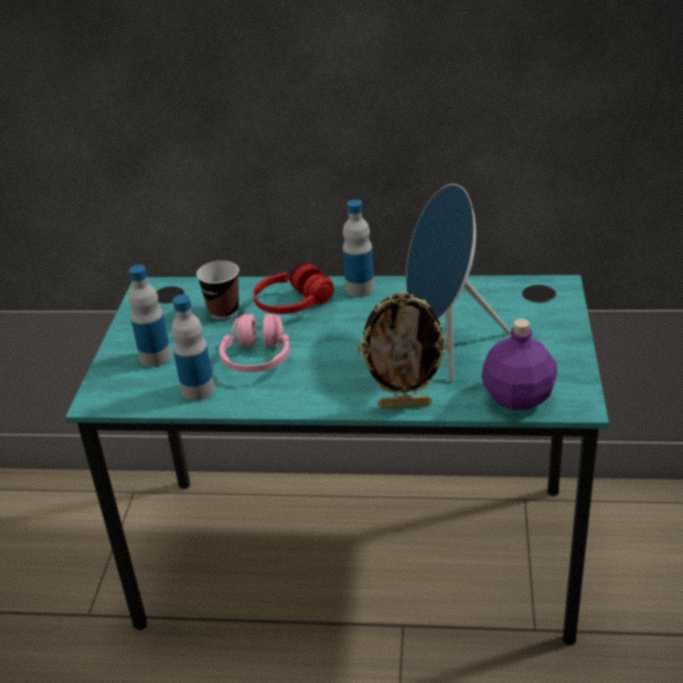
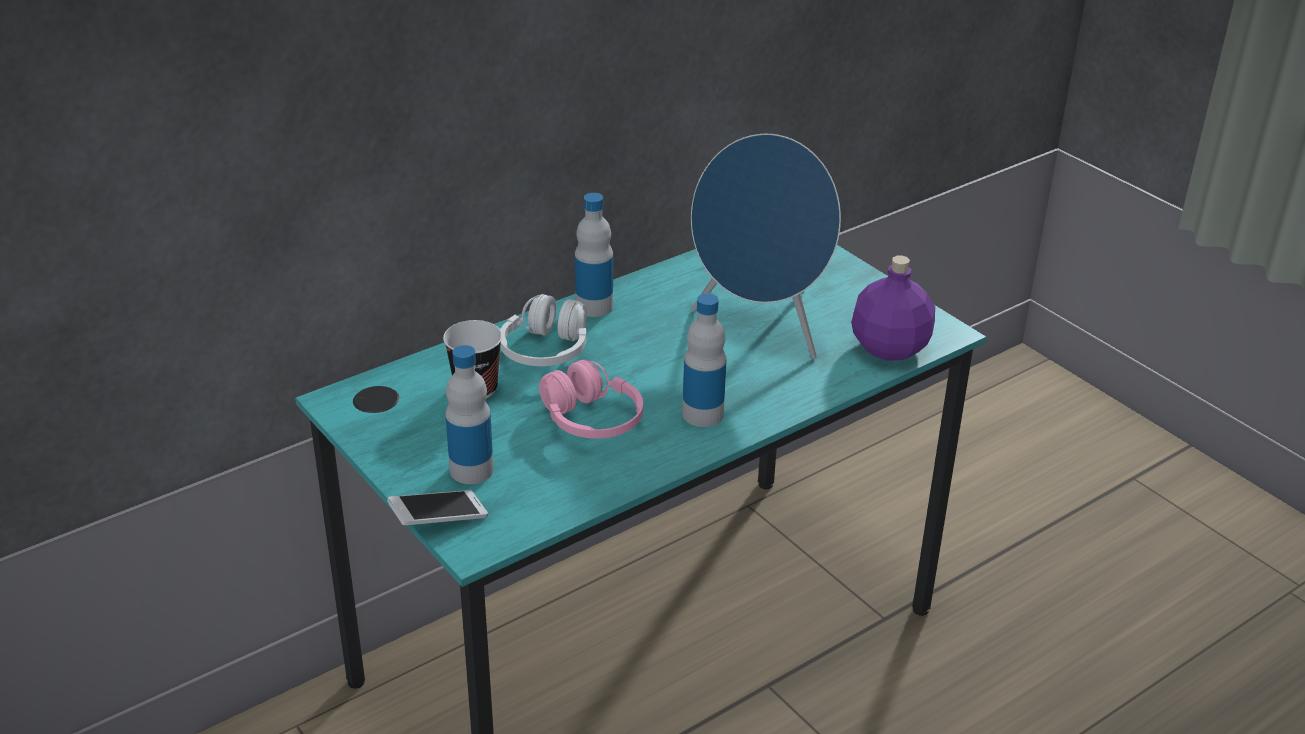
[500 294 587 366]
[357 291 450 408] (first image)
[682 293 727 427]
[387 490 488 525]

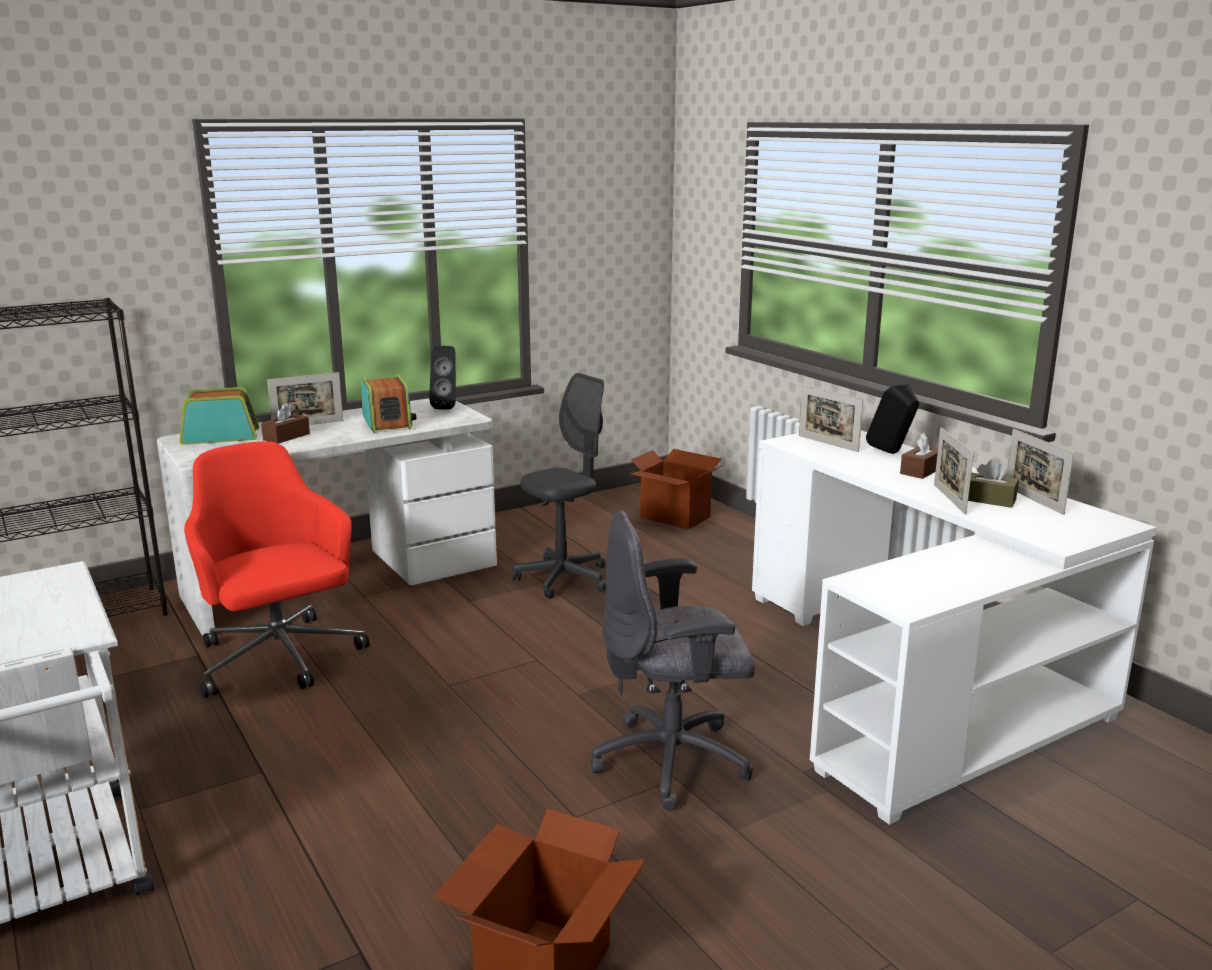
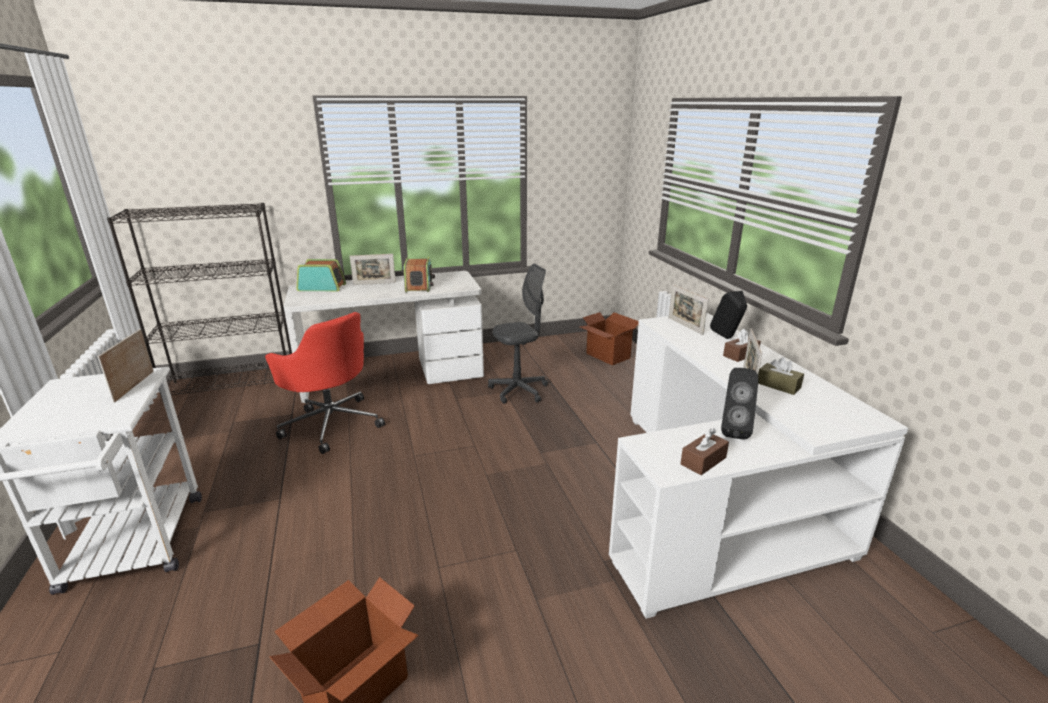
[721 368 759 440]
[681 428 729 475]
[97 329 154 403]
[265 312 385 454]
[591 511 755 811] (first image)

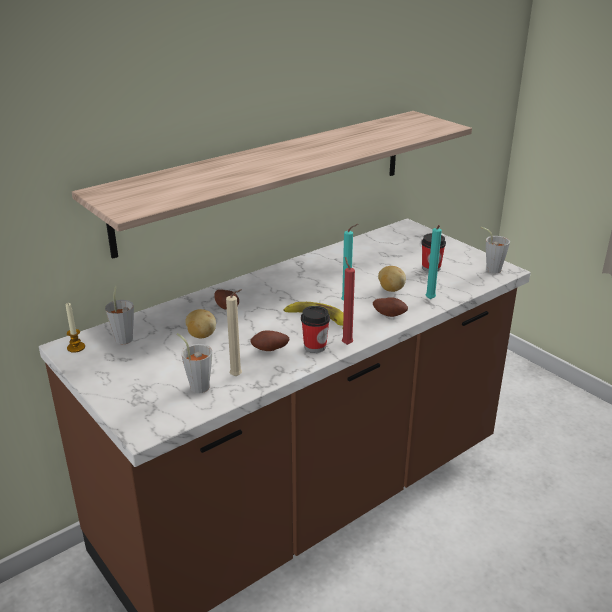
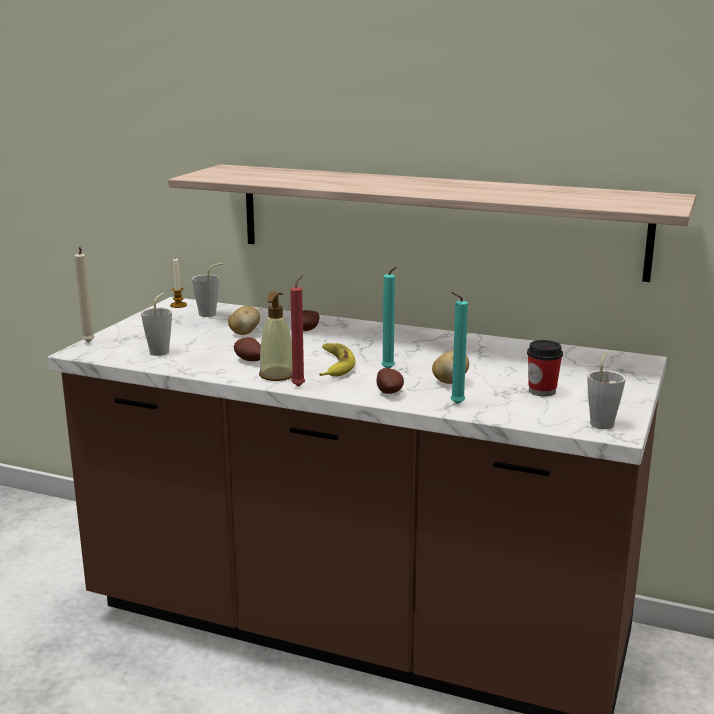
[75 247 94 343]
[259 292 293 381]

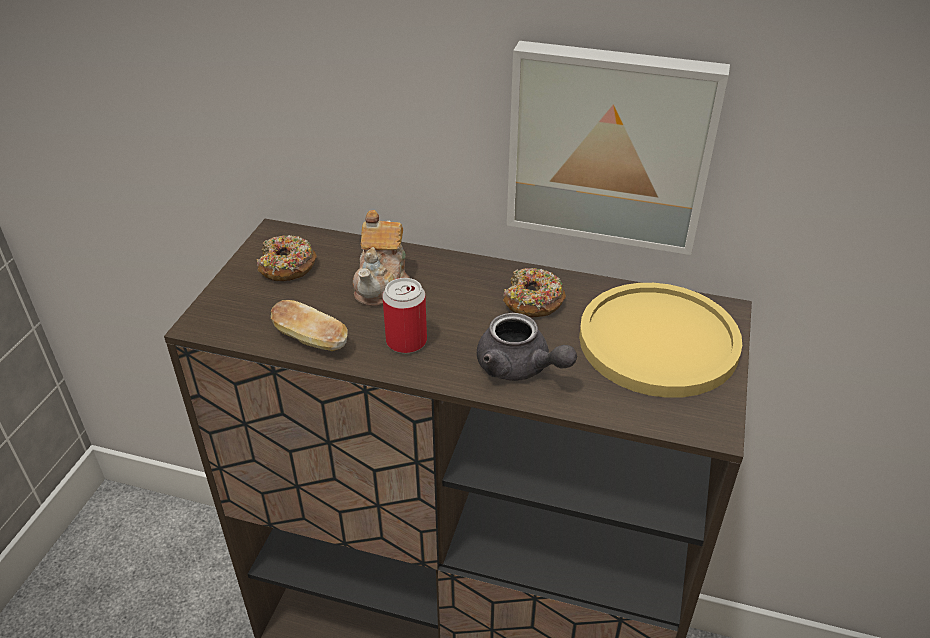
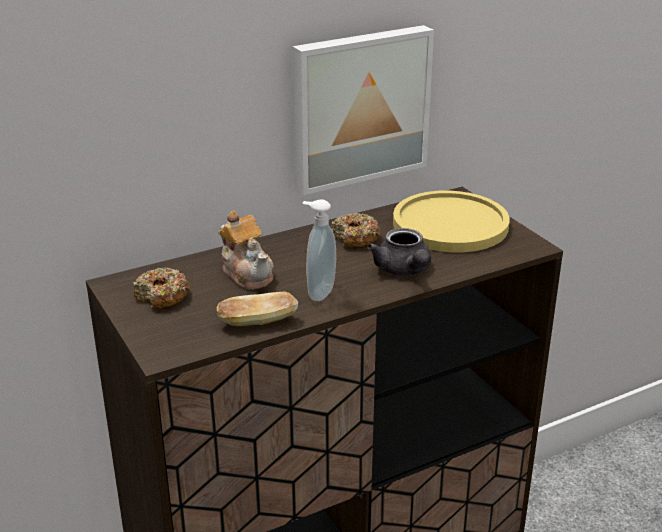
[303 199 336 301]
[368 228 431 276]

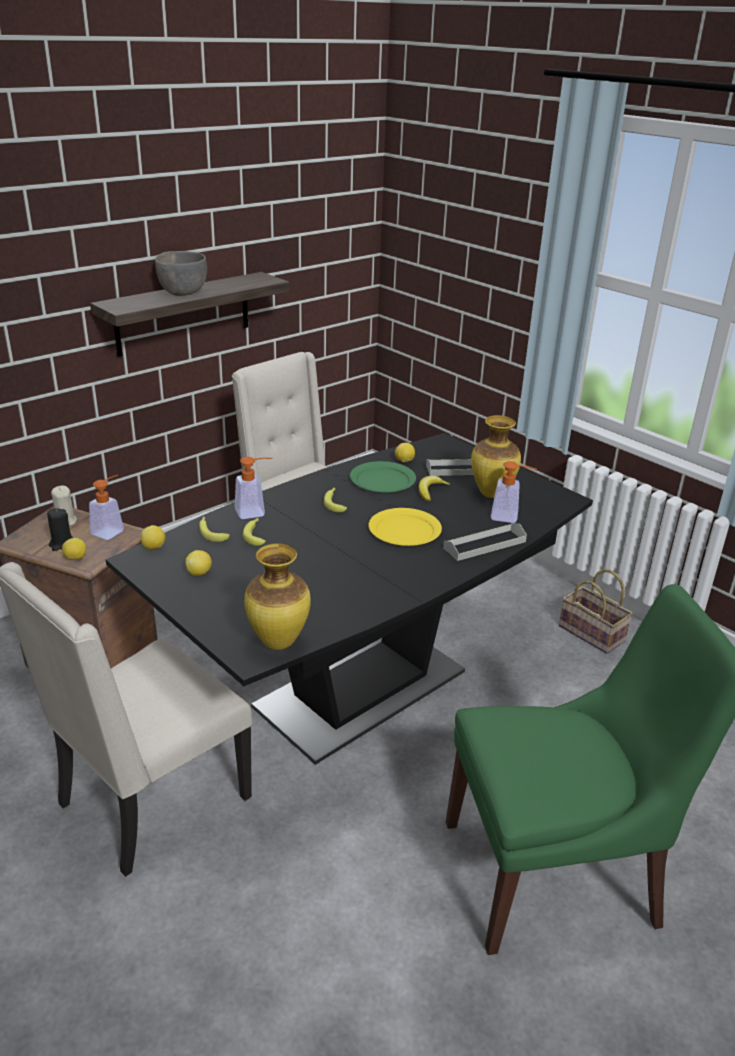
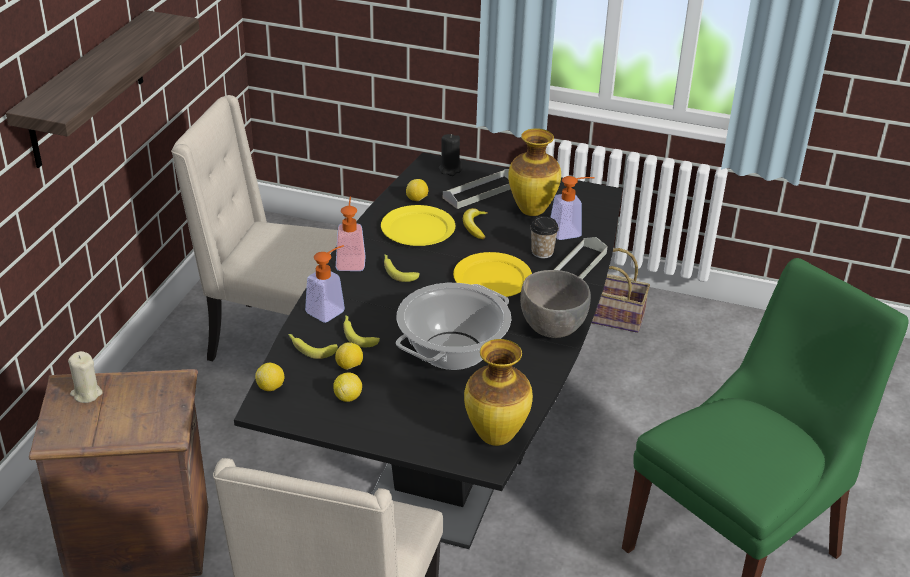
[520 270 591 338]
[381 205 455 246]
[336 196 366 271]
[439 134 462 176]
[335 342 363 370]
[530 216 559 258]
[396 283 511 370]

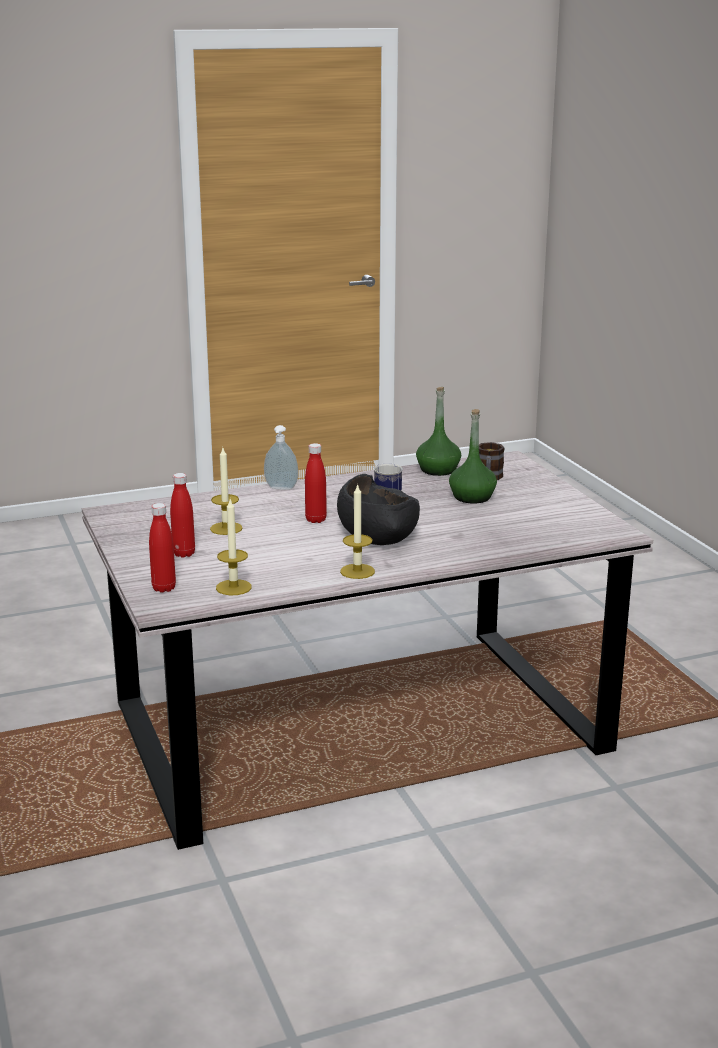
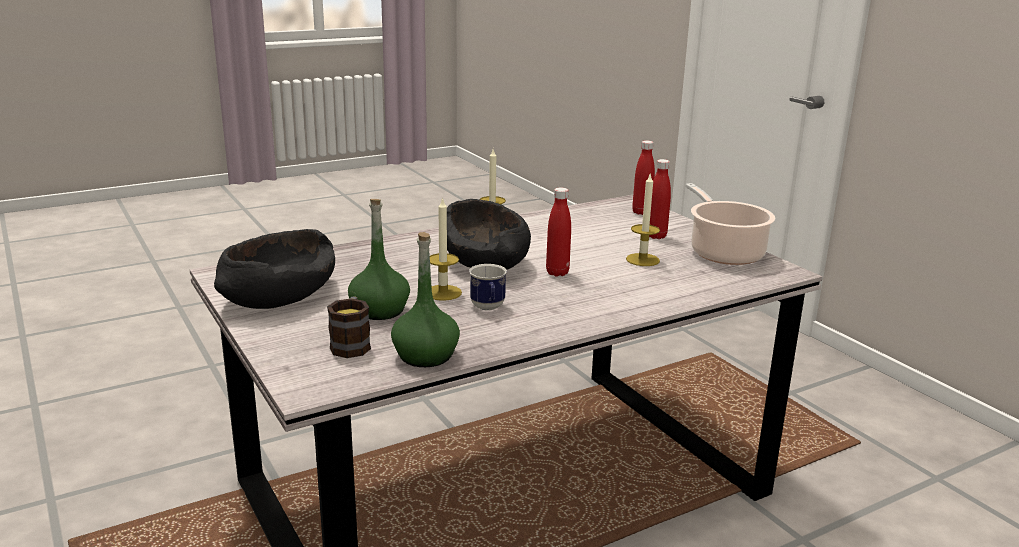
[264 425 298 490] (first image)
[430 197 462 301]
[685 183 776 265]
[214 229 335 309]

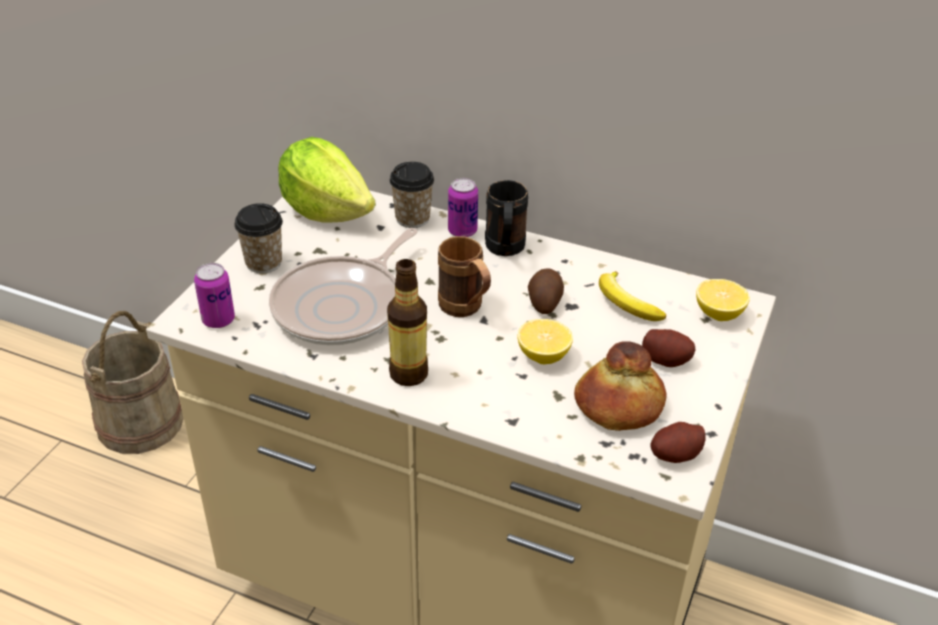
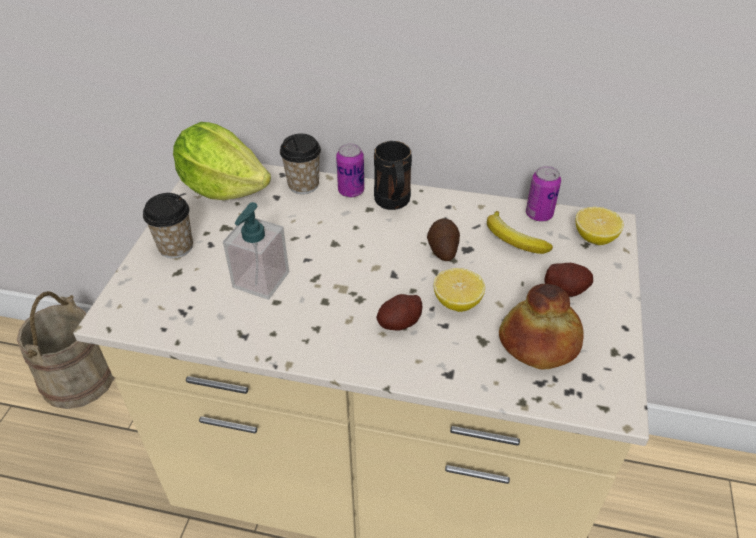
[223 202 289 300]
[438 236 491 317] (first image)
[387 259 428 386] (first image)
[526 166 561 221]
[376 294 422 330]

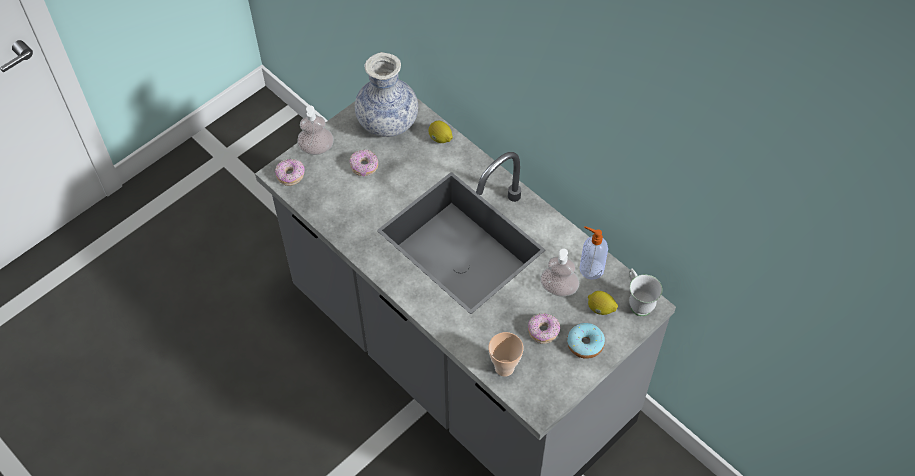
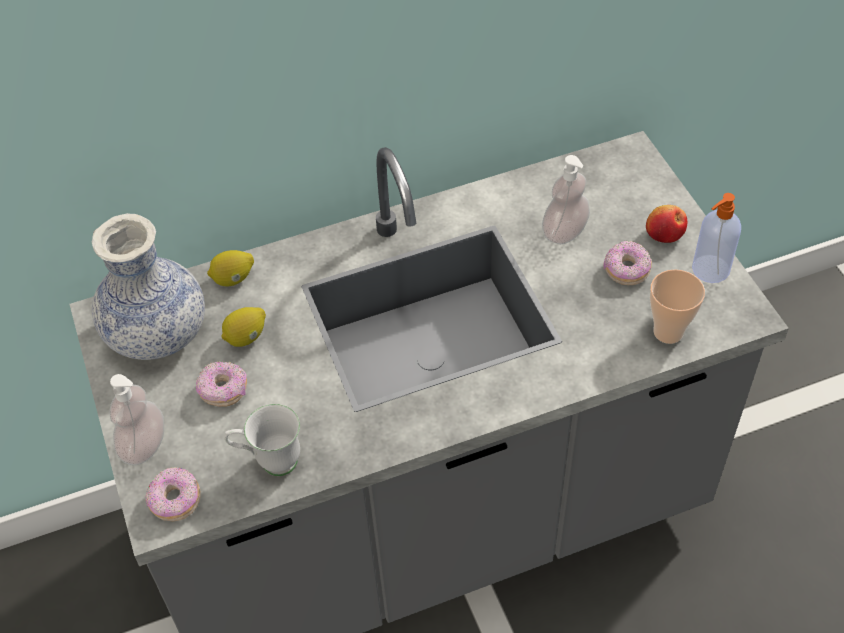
[692 193 741 283]
[224 404 300 476]
[221 307 266 347]
[646 205 687 243]

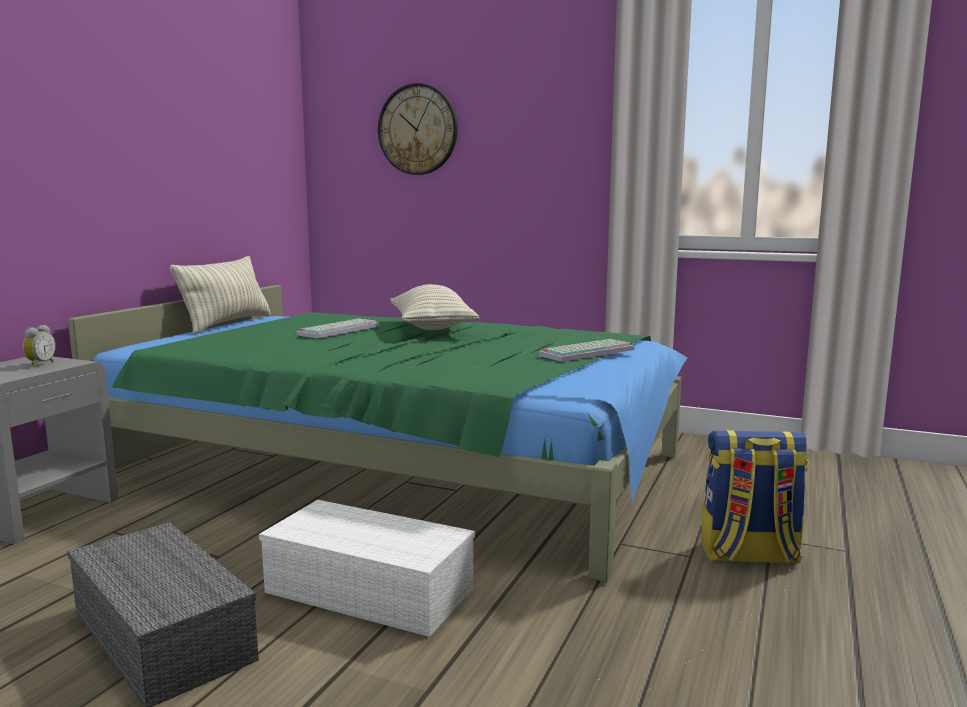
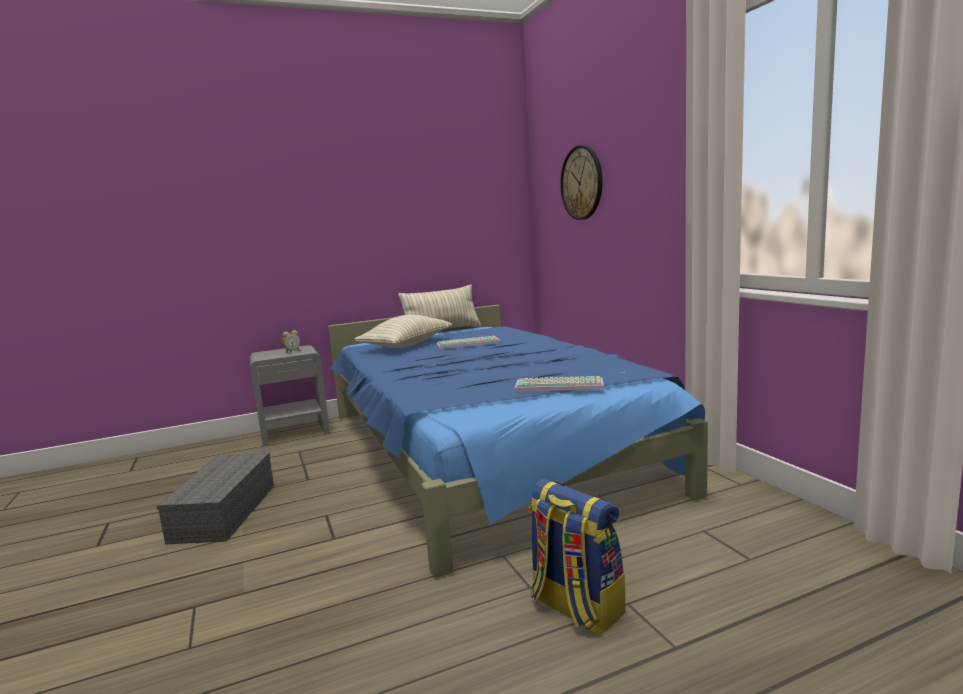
[354 315 453 348]
[328 305 708 578]
[259 500 475 637] (first image)

